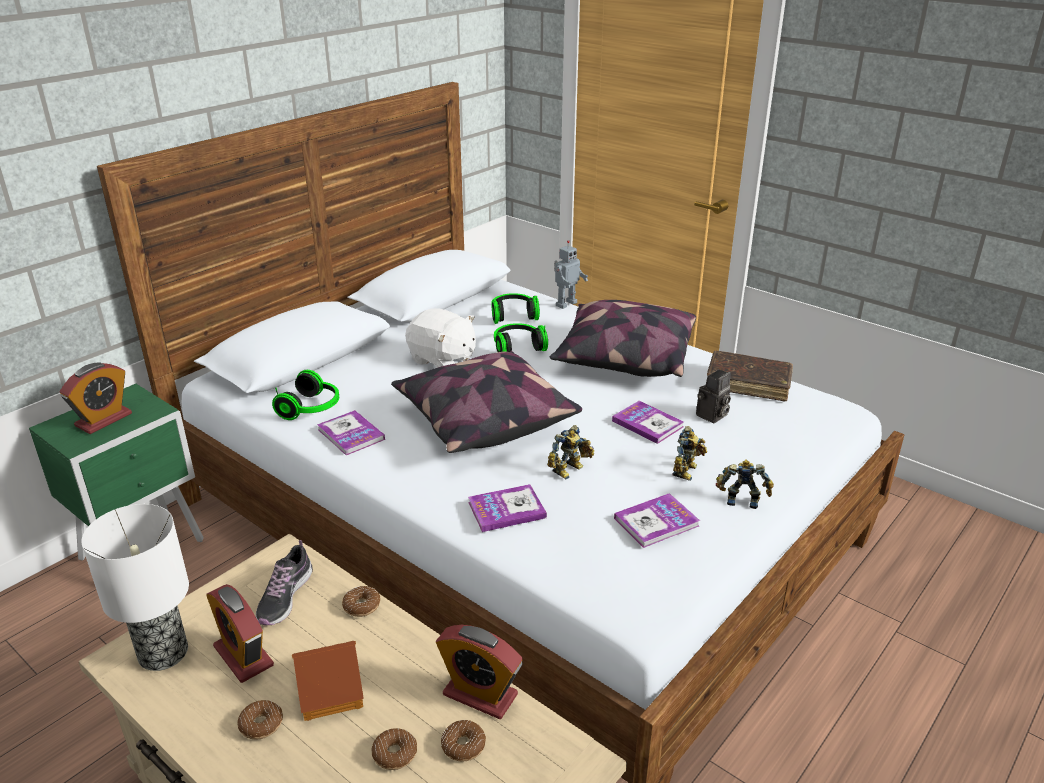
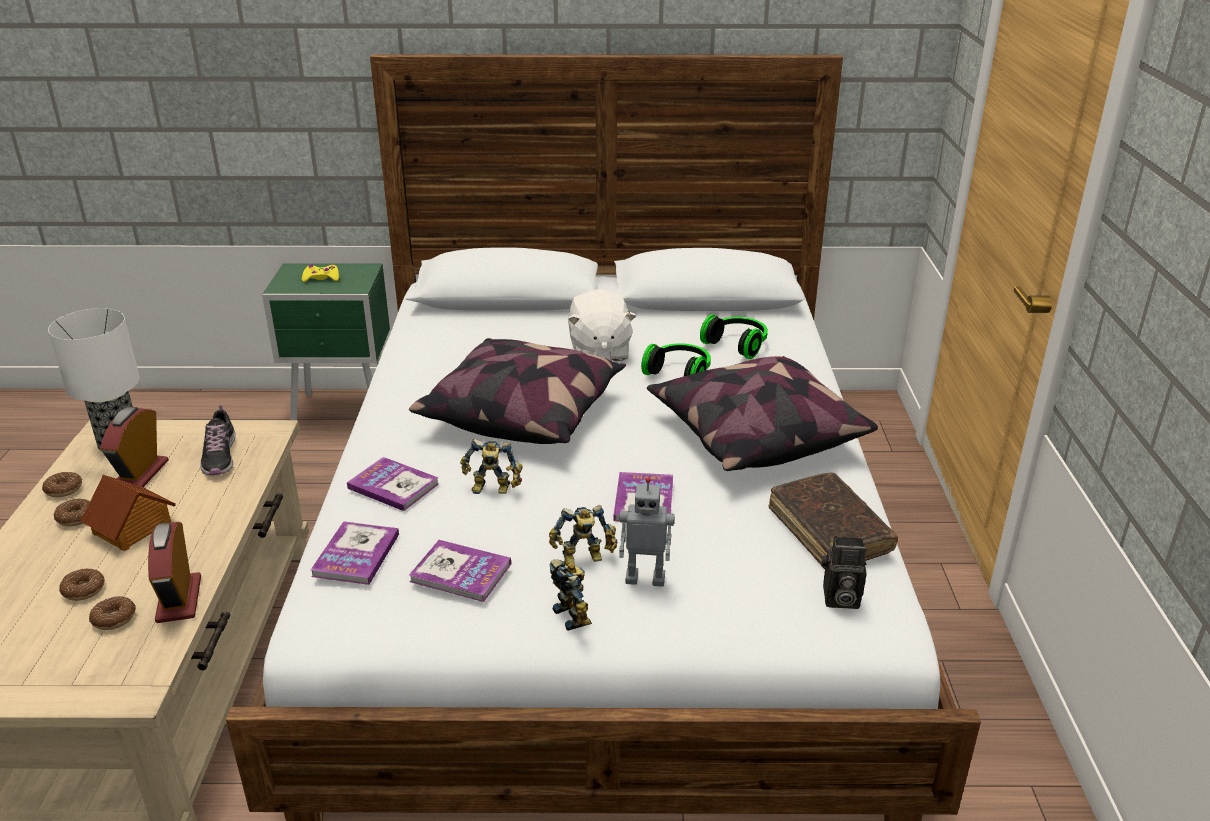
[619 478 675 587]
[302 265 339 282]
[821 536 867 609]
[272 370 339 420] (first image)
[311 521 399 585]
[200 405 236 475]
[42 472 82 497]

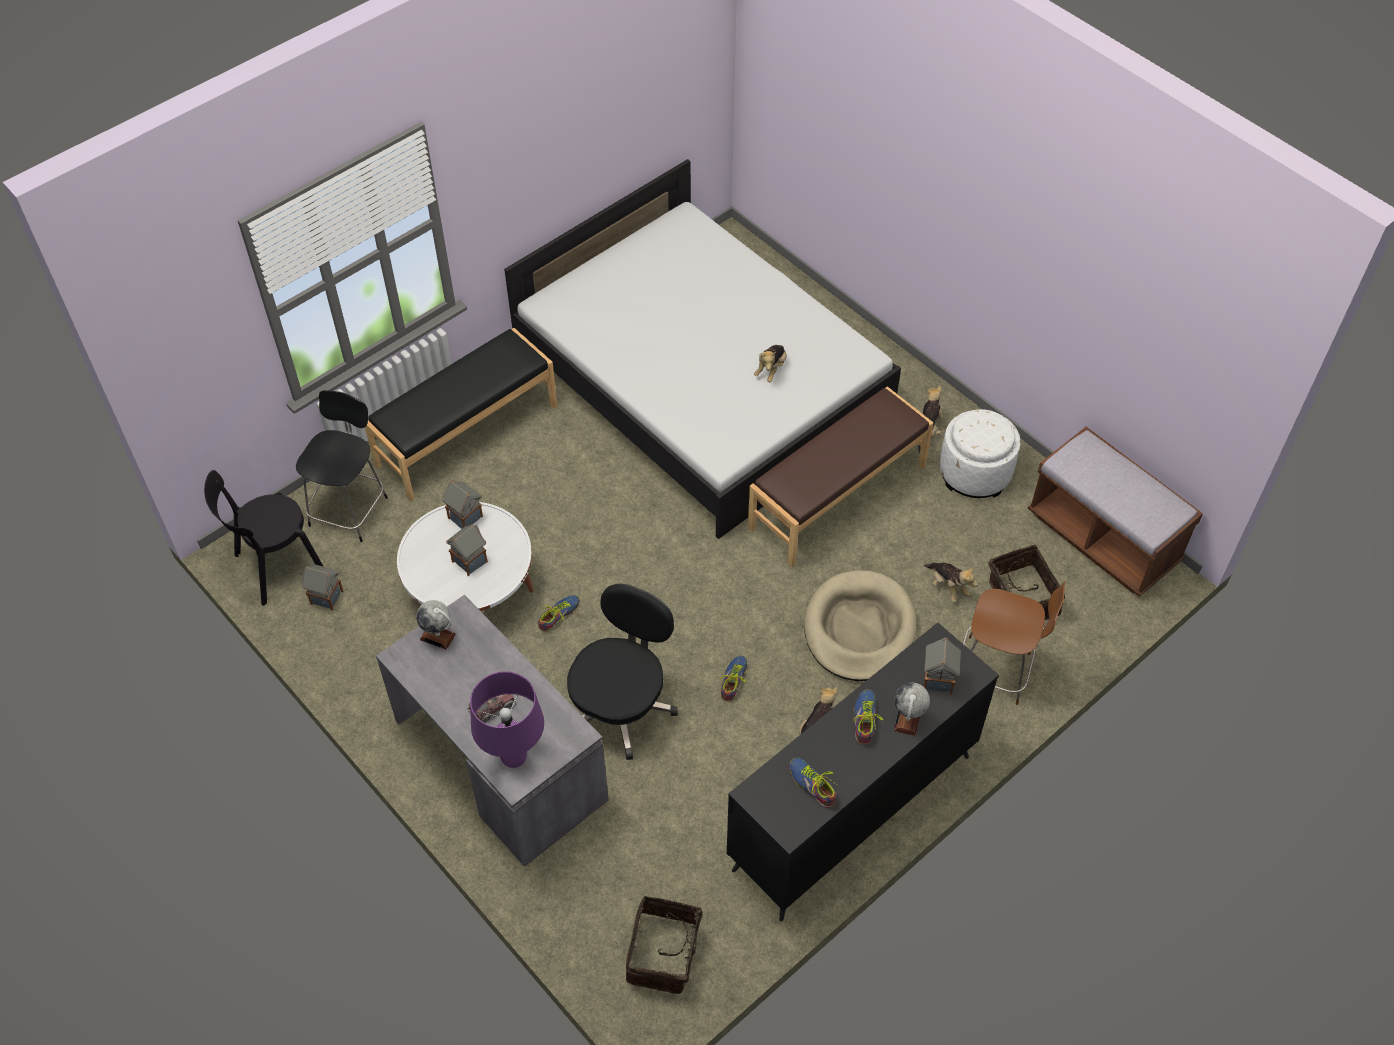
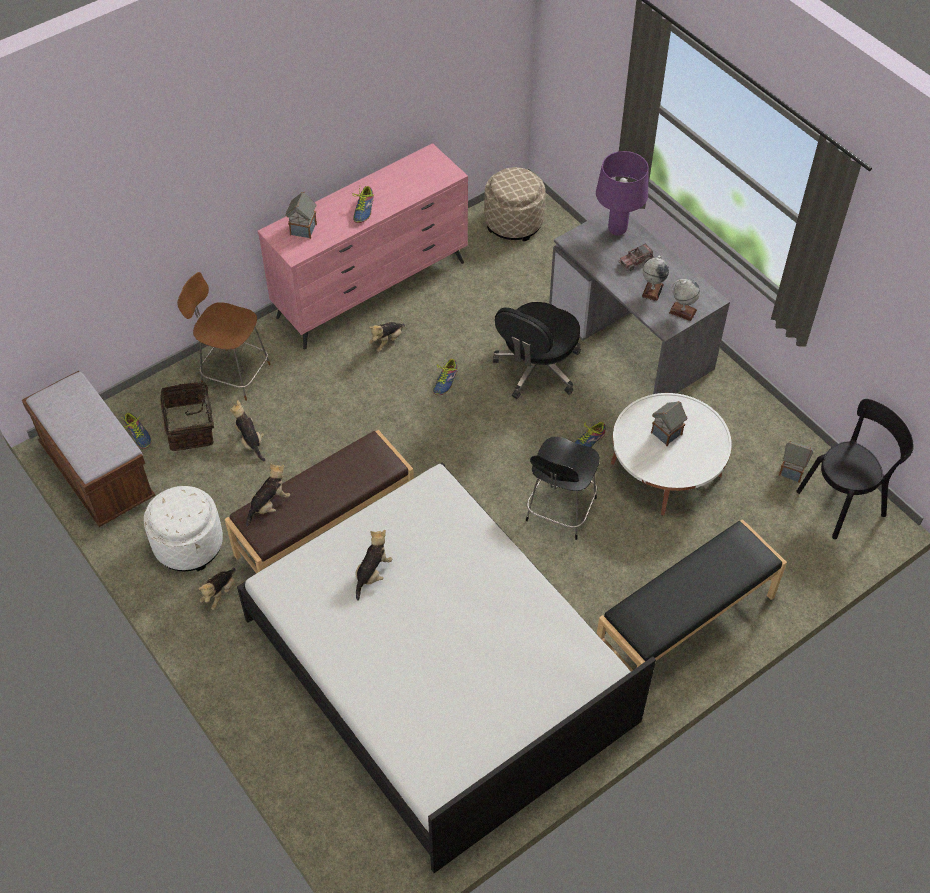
[526 437 600 540]
[442 480 483 529] (first image)
[804 570 917 681] (first image)
[258 143 468 349]
[642 256 669 301]
[123 413 151 449]
[484 167 546 241]
[246 463 290 527]

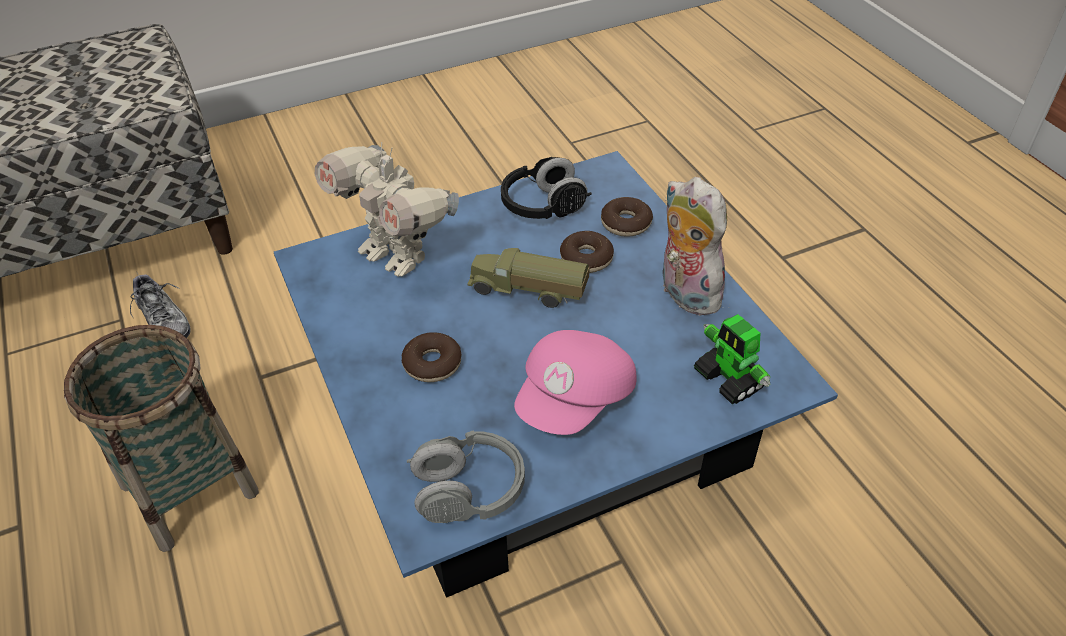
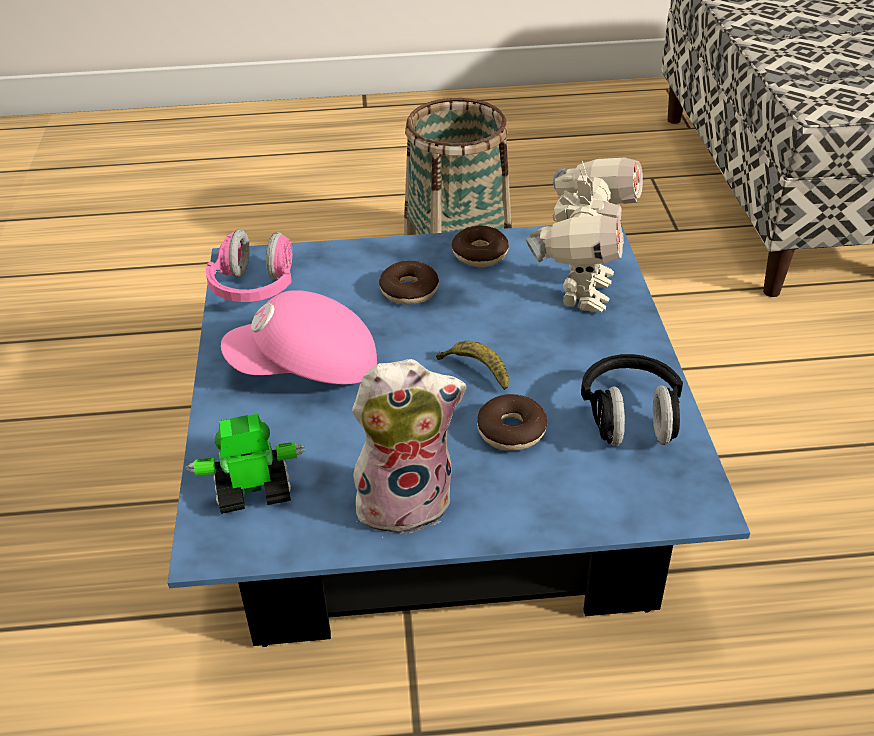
[526 158 643 312]
[452 226 509 267]
[436 341 509 390]
[130 271 191 338] (first image)
[221 290 377 384]
[206 229 292 302]

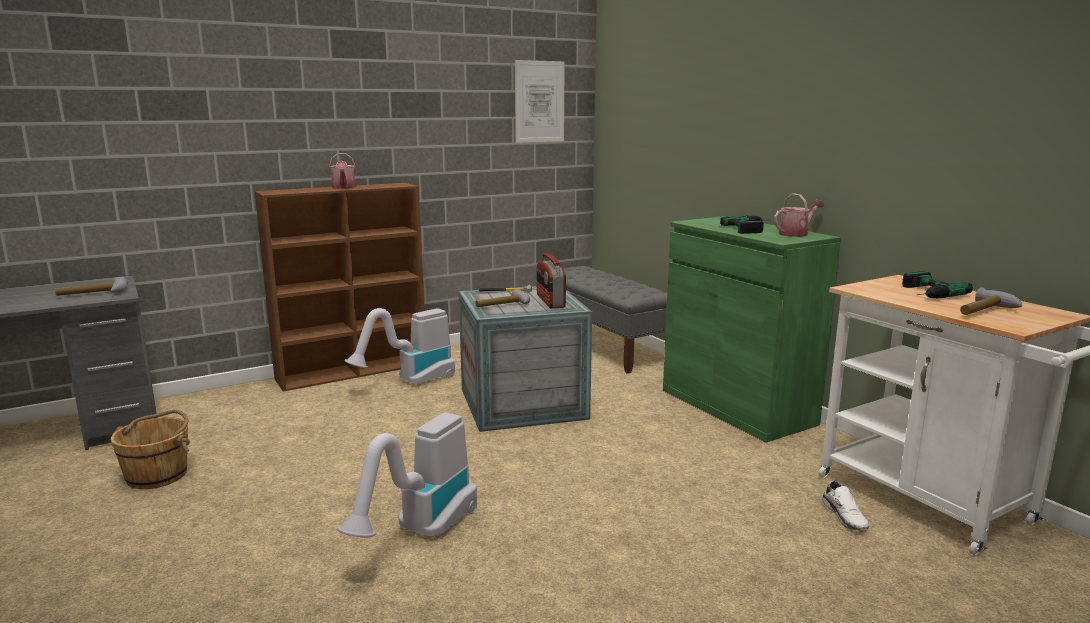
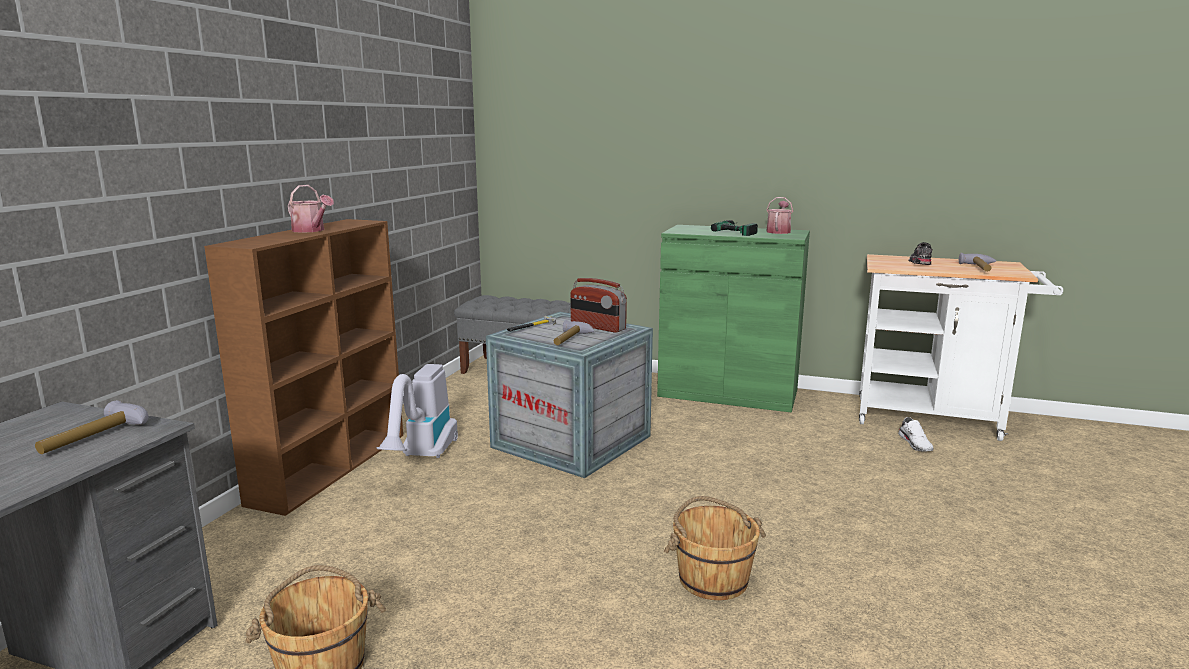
[515 60 565 143] (first image)
[908 242 933 265]
[664 496 766 600]
[898 417 933 451]

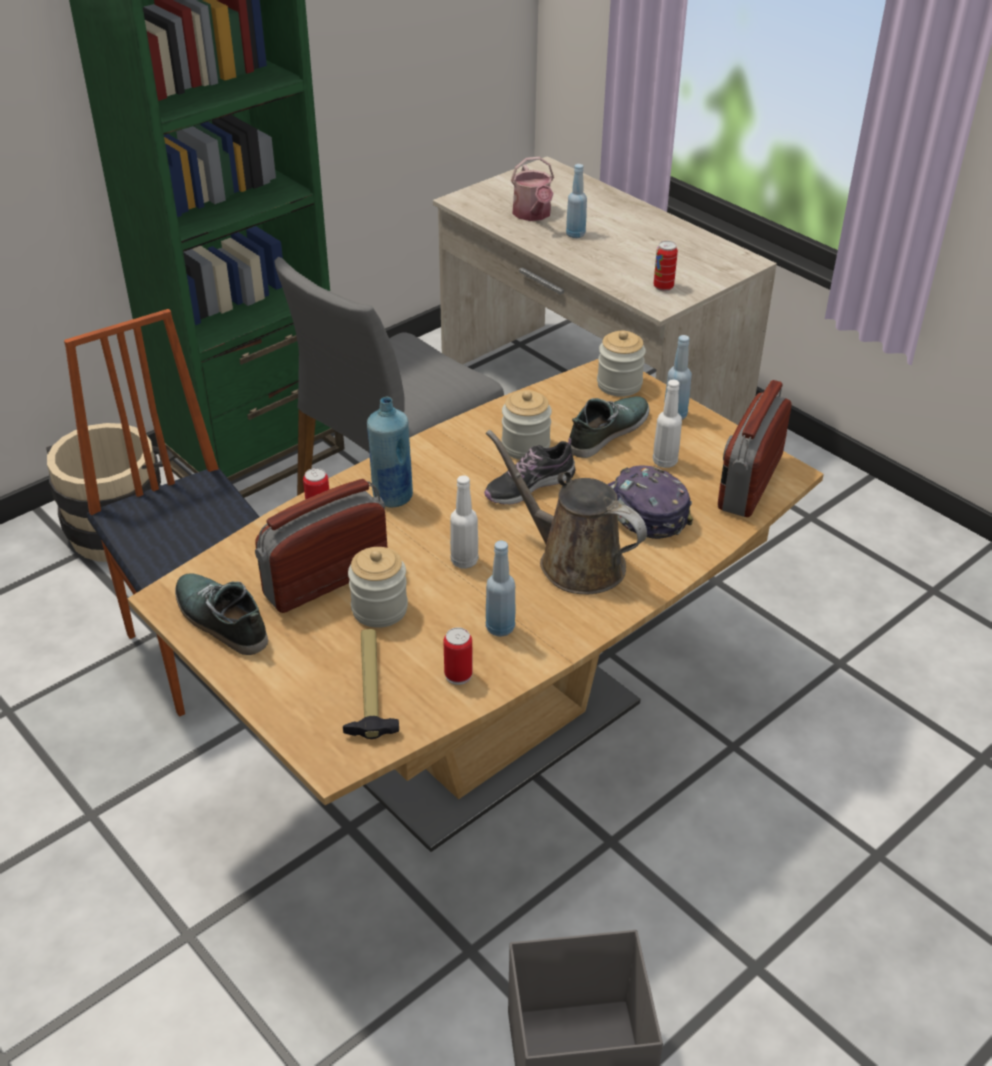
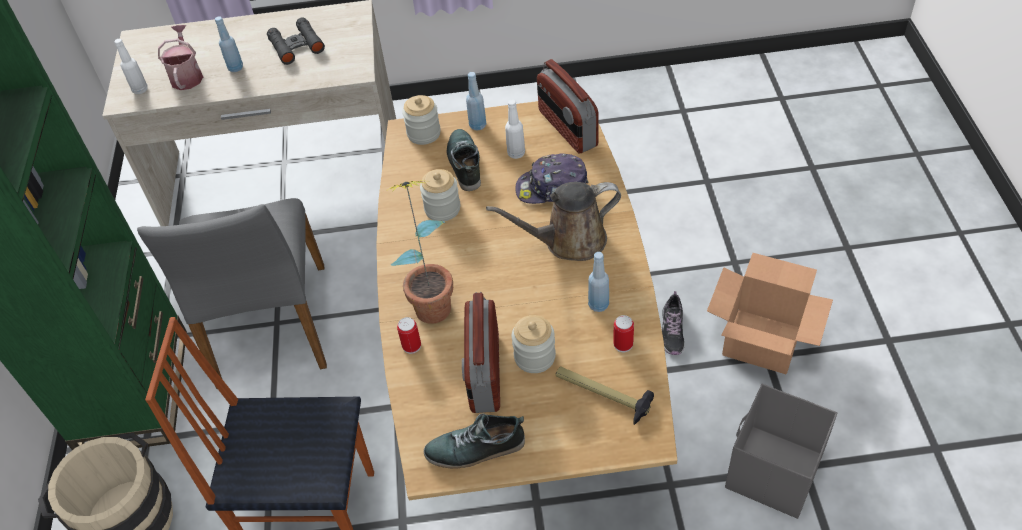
[158 25 203 90]
[654 241 678 291] (first image)
[381 180 453 324]
[662 291 685 355]
[114 39 148 94]
[267 17 325 65]
[707 253 833 374]

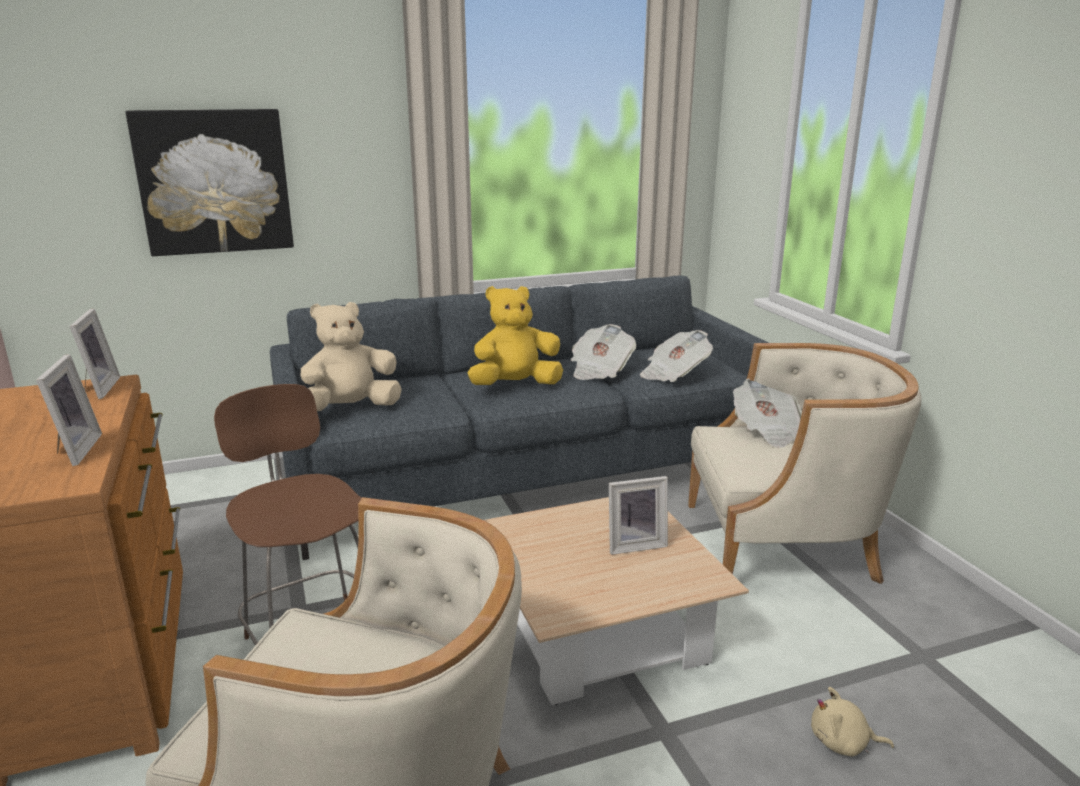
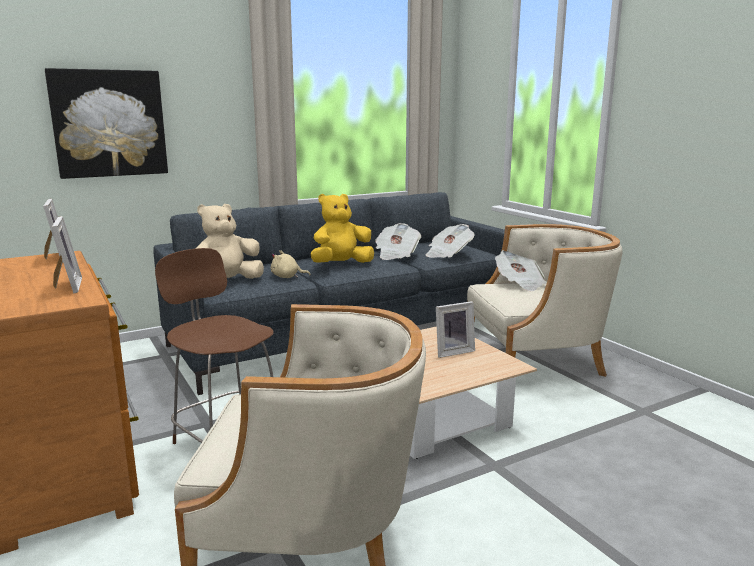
[271 250 311 278]

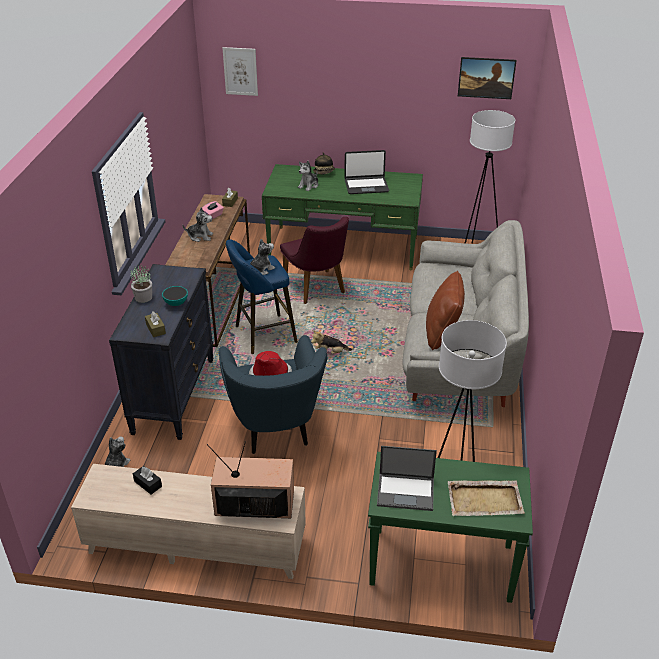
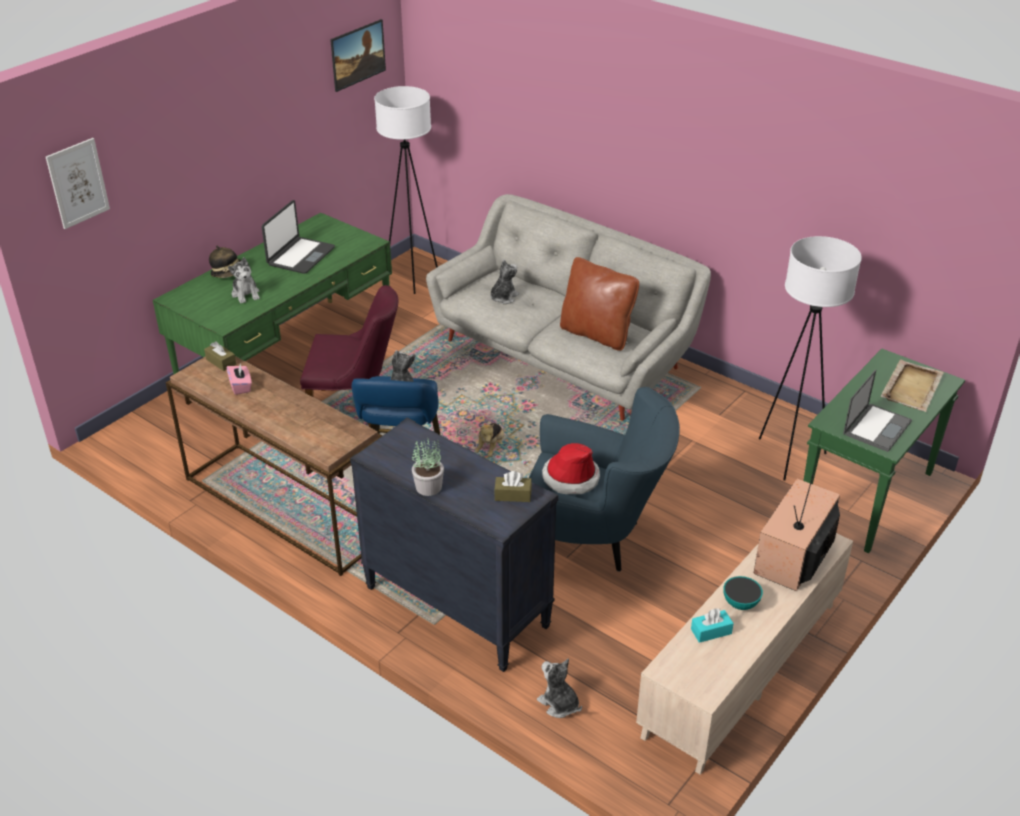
[490 260 519 304]
[723 576 763 610]
[691 608 734 643]

